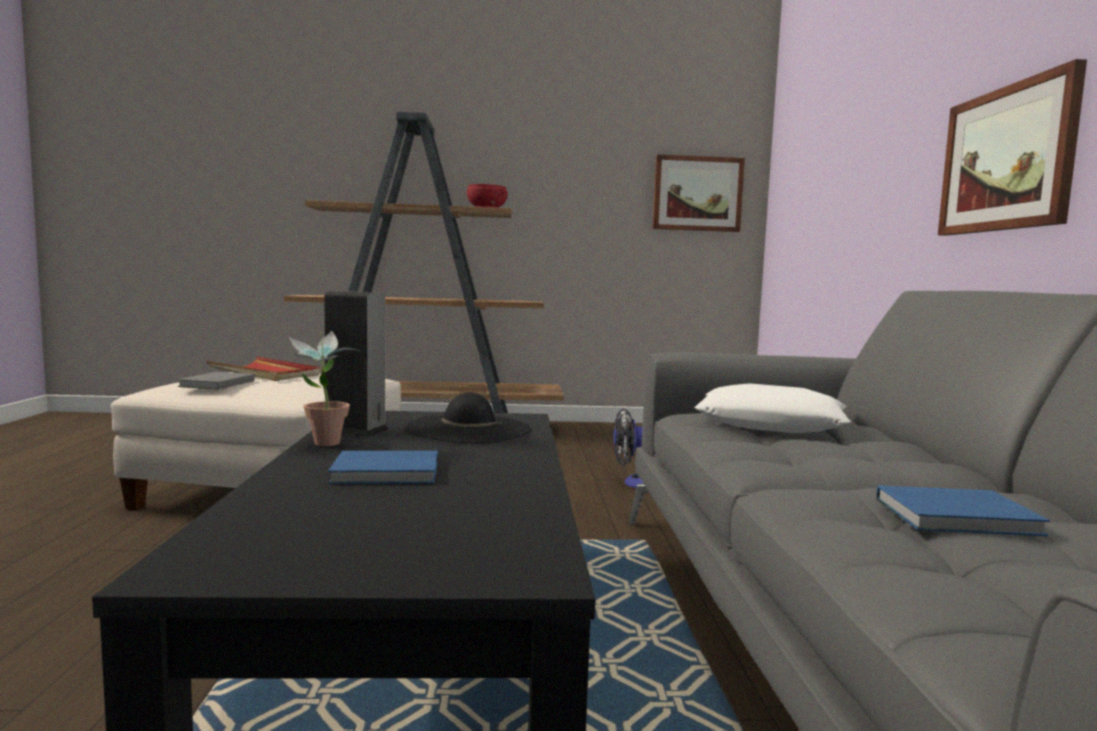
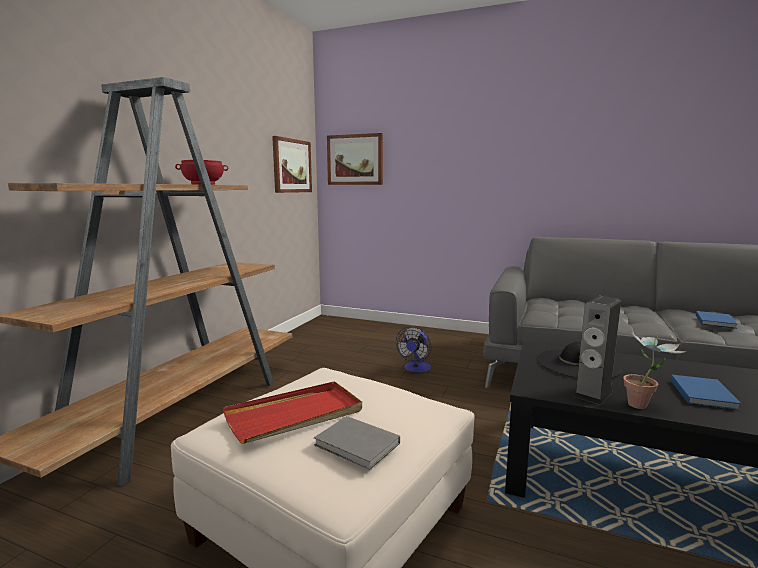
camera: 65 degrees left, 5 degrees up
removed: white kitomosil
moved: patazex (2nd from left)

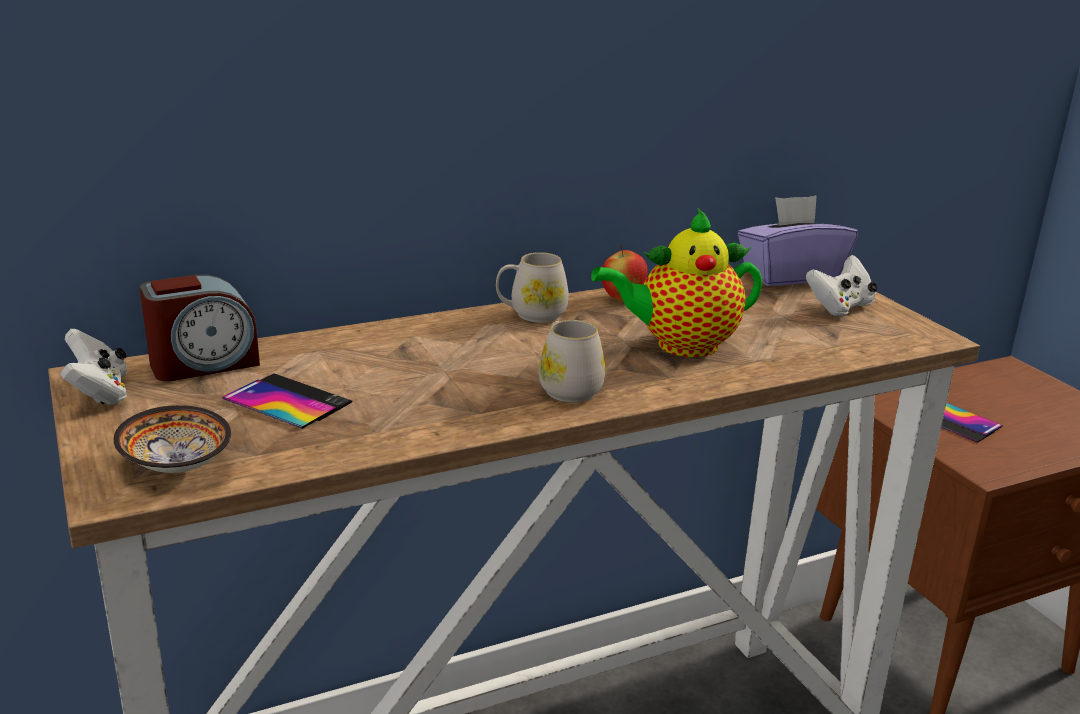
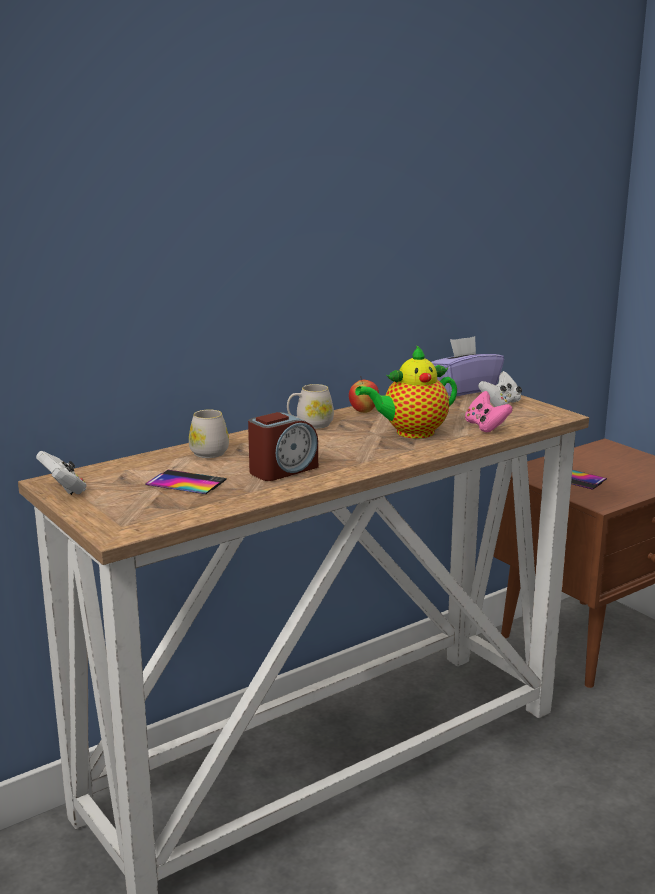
camera: 10 degrees left, 5 degrees down
removed: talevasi
added: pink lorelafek
moved: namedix; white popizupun (2nd from left in the first image) to white popizupun (1st from left)

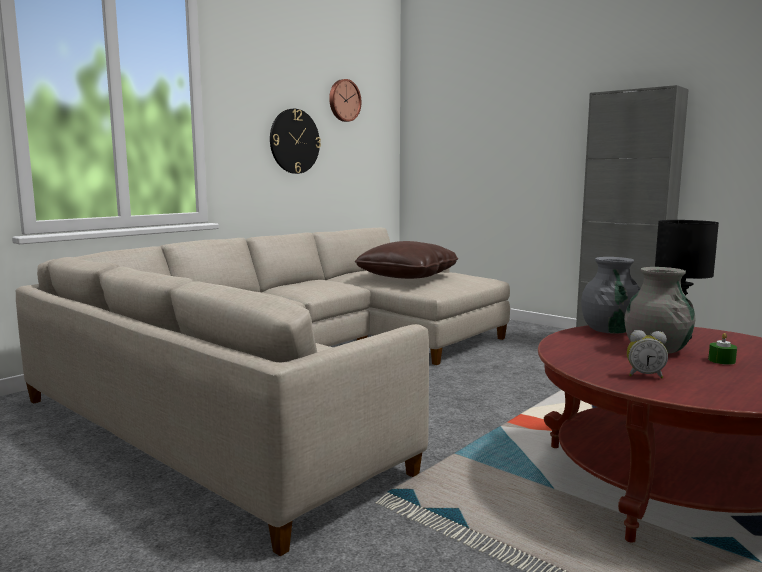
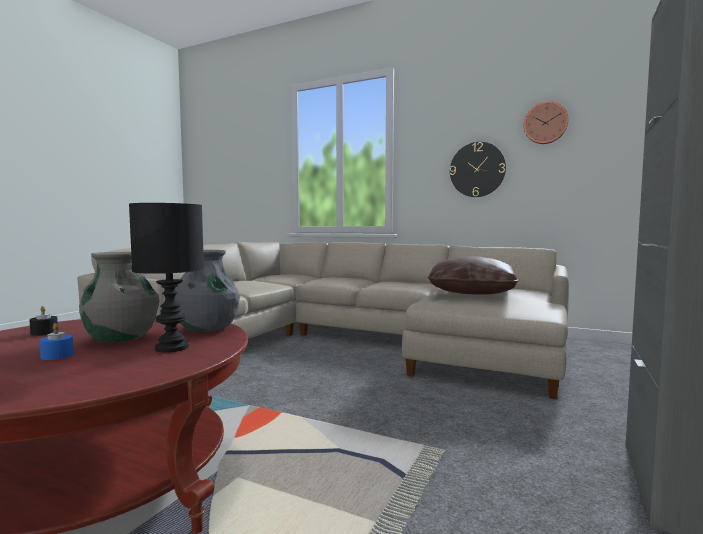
camera: 75 degrees right, 5 degrees down
replaced: namedix to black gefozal
recoloured: green gefozal to blue gefozal

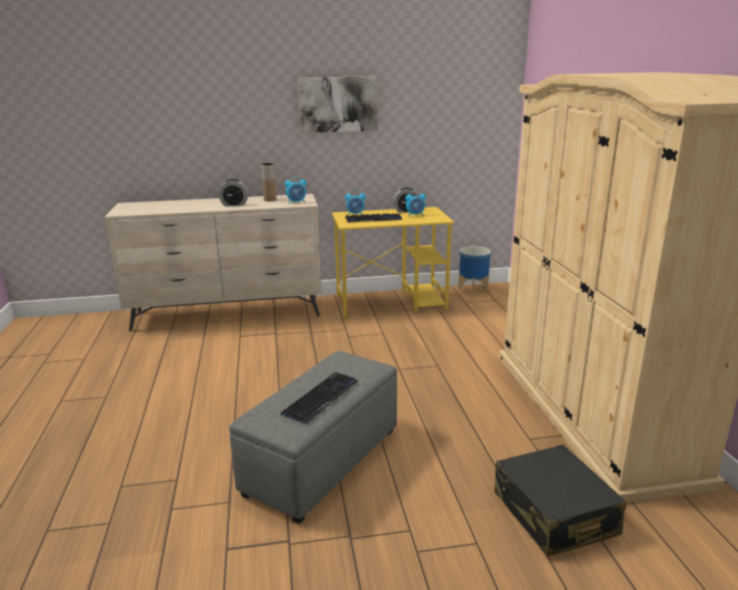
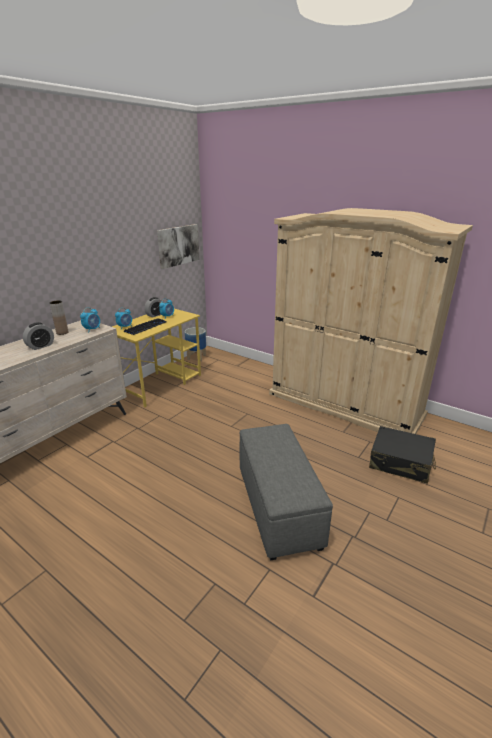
camera: 45 degrees left, 5 degrees up
removed: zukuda (1st from left)
moved: patazex

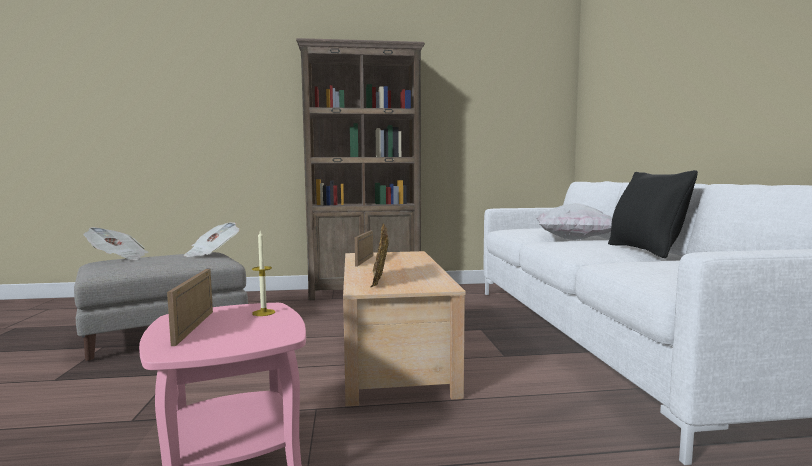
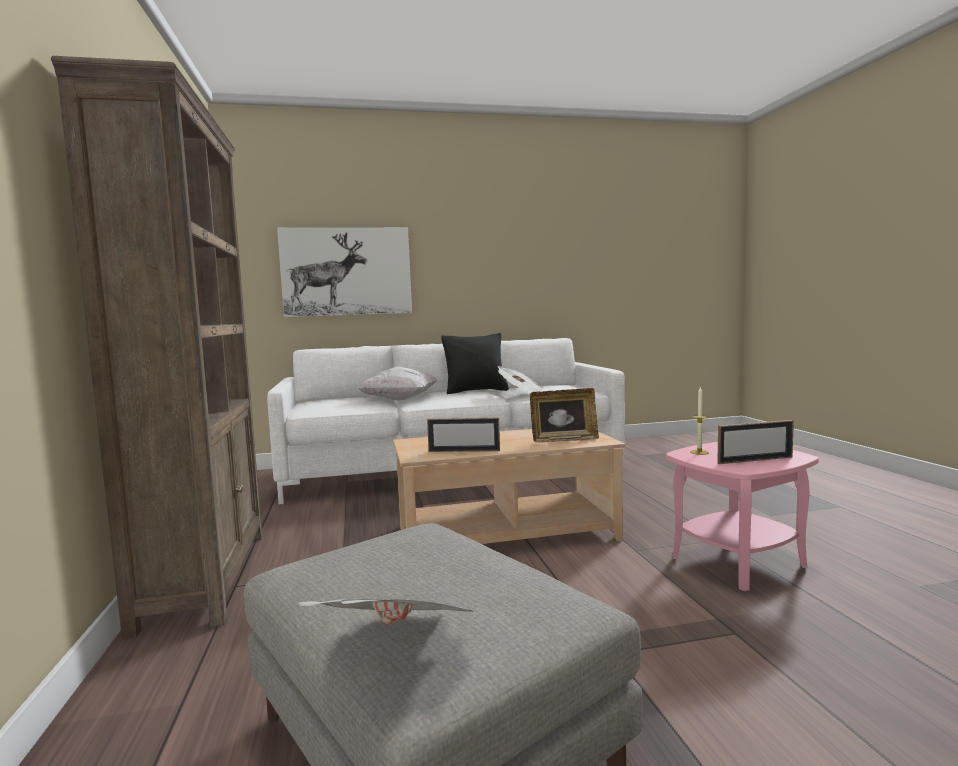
camera: 95 degrees left, 0 degrees up
added: patazex
moved: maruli (2nd from left)

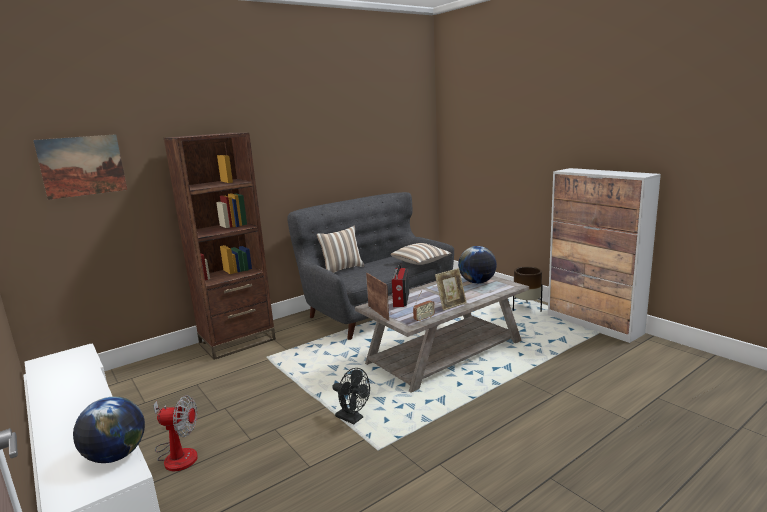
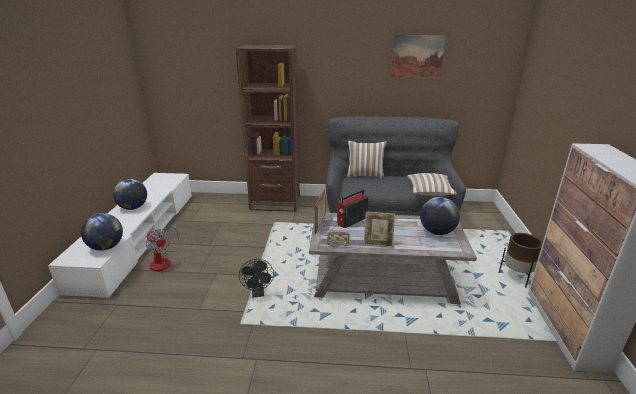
camera: 40 degrees right, 10 degrees up
added: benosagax (2nd from left)
moved: patazex

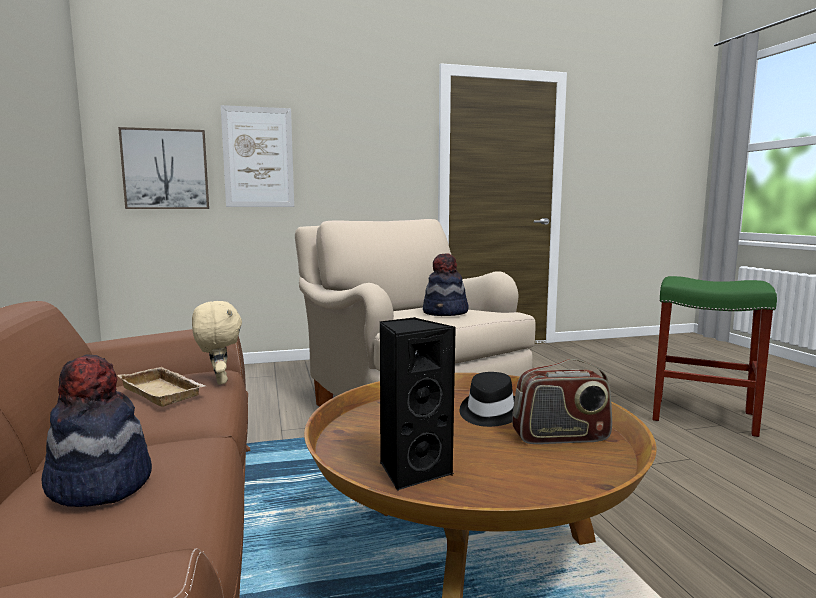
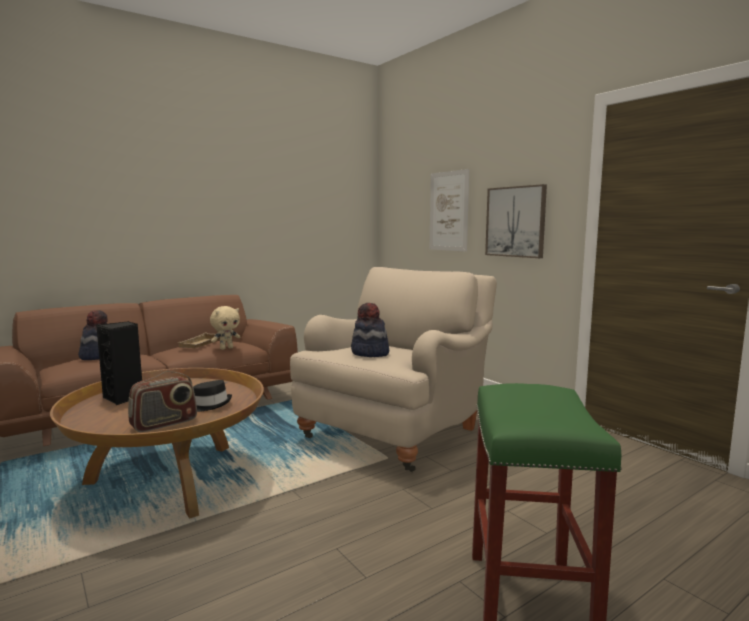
camera: 70 degrees right, 0 degrees up
moved: patazex (1st from left in the first image) to patazex (2nd from left)
turned: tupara 105 degrees counterclockwise

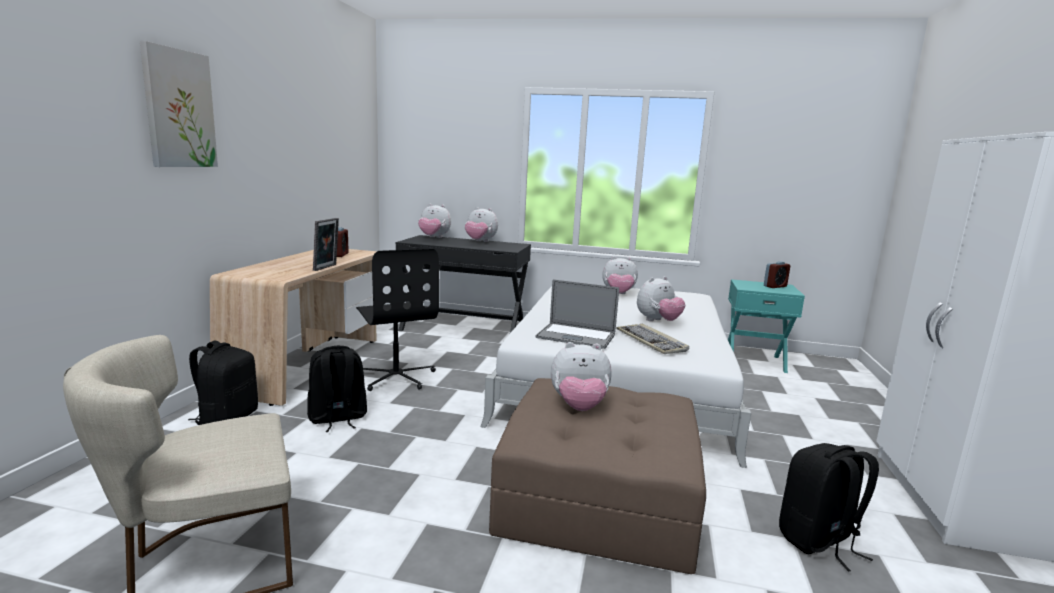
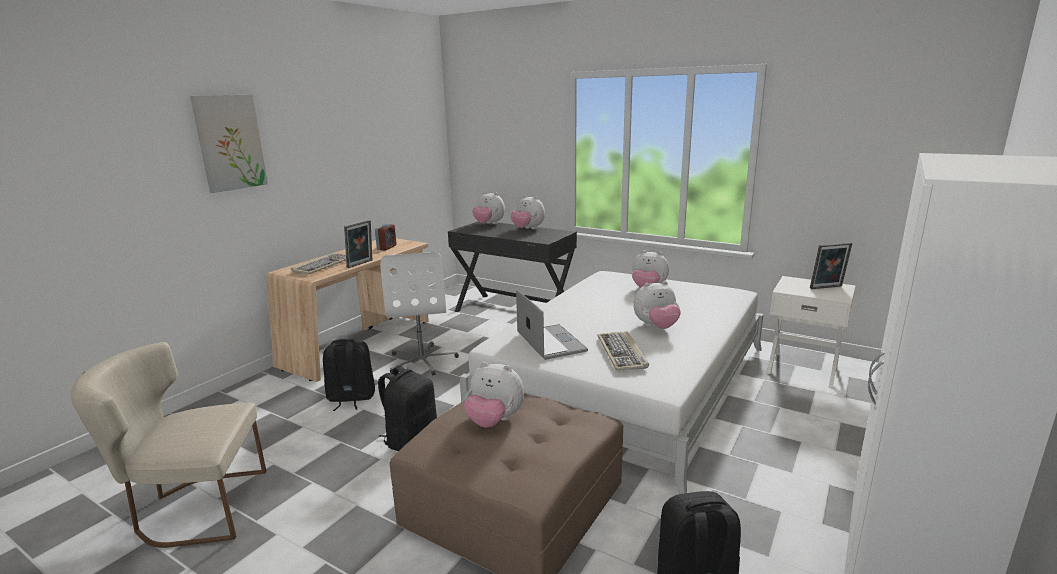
camera: 20 degrees right, 5 degrees up
added: zukuda (1st from left)
moved: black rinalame (1st from left in the first image) to black rinalame (2nd from left)
replaced: namedix (2nd from left) to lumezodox (2nd from left)
recoloured: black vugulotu to white vugulotu; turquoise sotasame to white sotasame
turned: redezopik 150 degrees counterclockwise

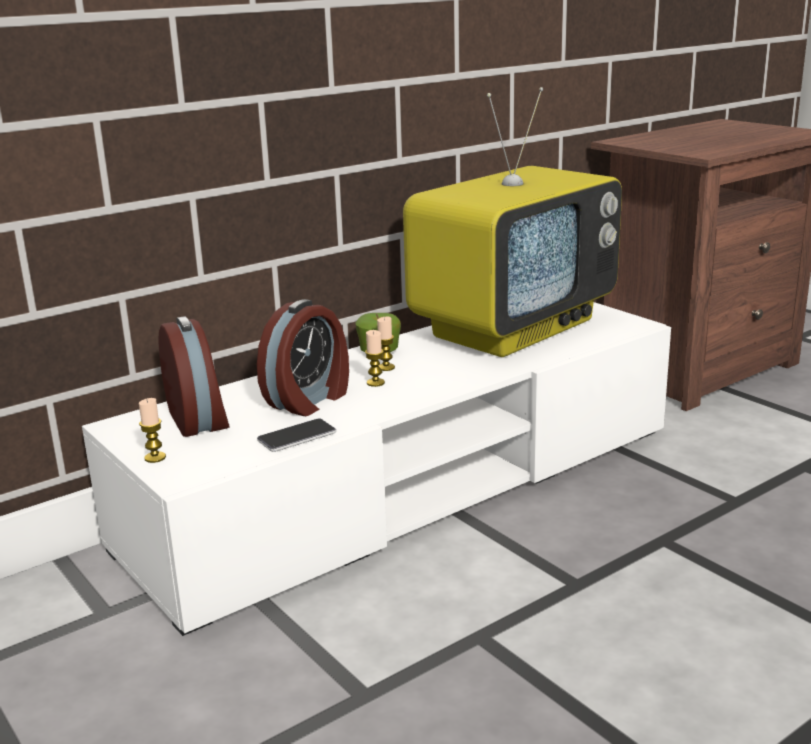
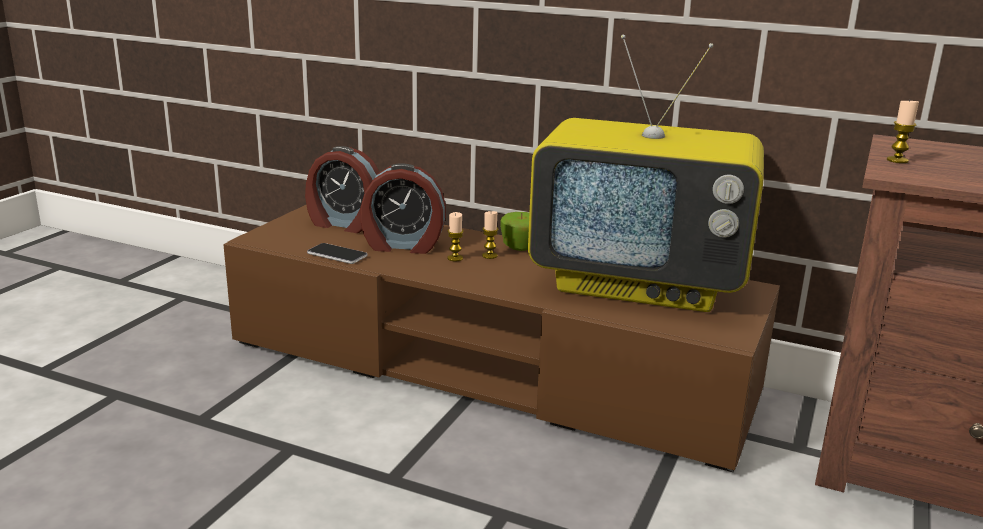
camera: 60 degrees right, 0 degrees up
moved: gefozal (1st from left in the first image) to gefozal (3rd from left)
recoloured: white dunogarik to brown dunogarik
turned: namedix (1st from left) 75 degrees clockwise

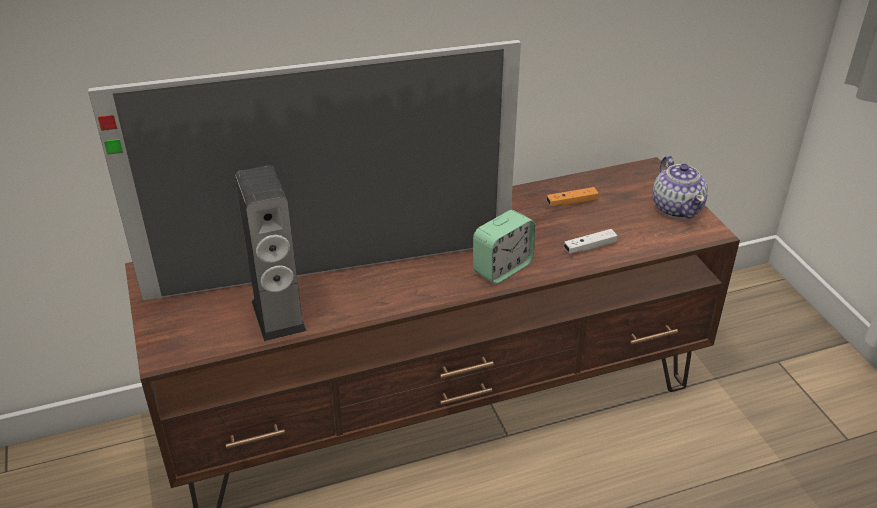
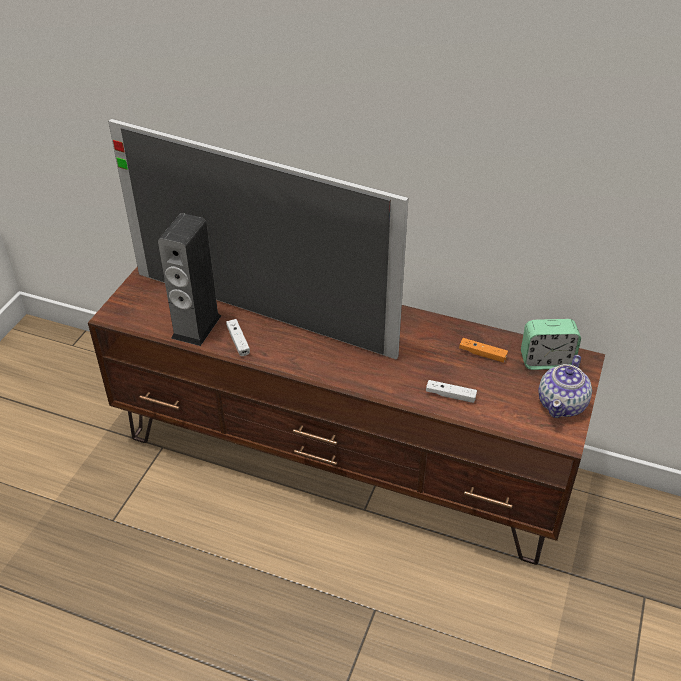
camera: 40 degrees right, 5 degrees up
added: white lorelafek (1st from left)
moved: namedix

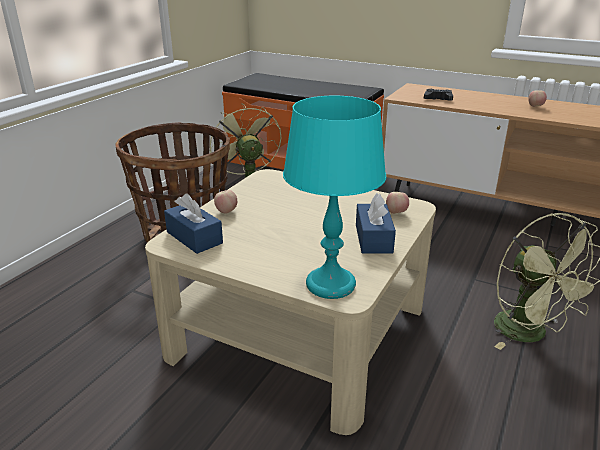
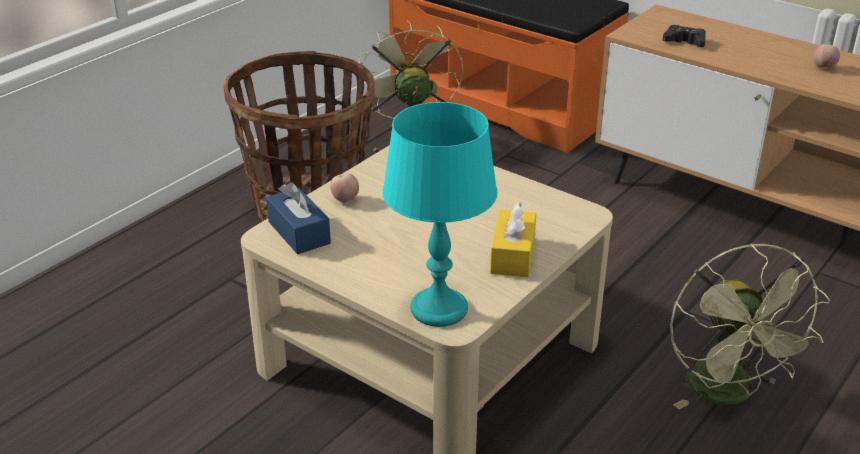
camera: 10 degrees right, 5 degrees up
removed: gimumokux (2nd from left)
recoloured: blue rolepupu (2nd from left) to yellow rolepupu

